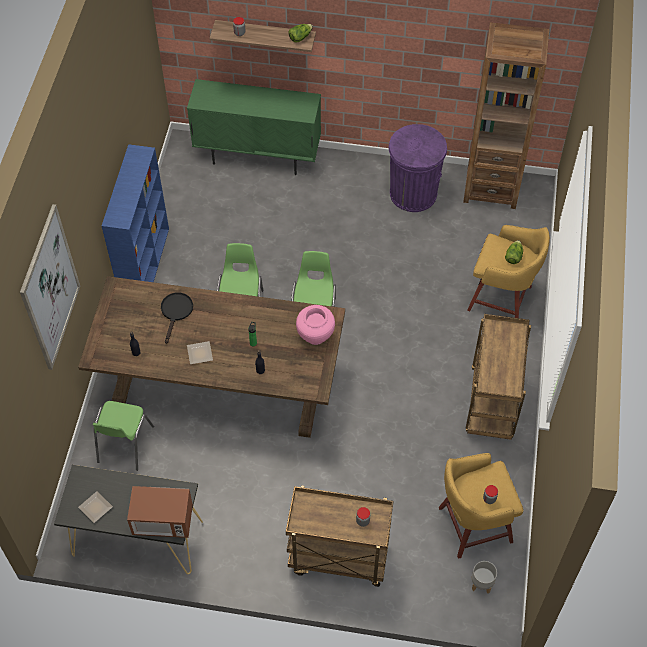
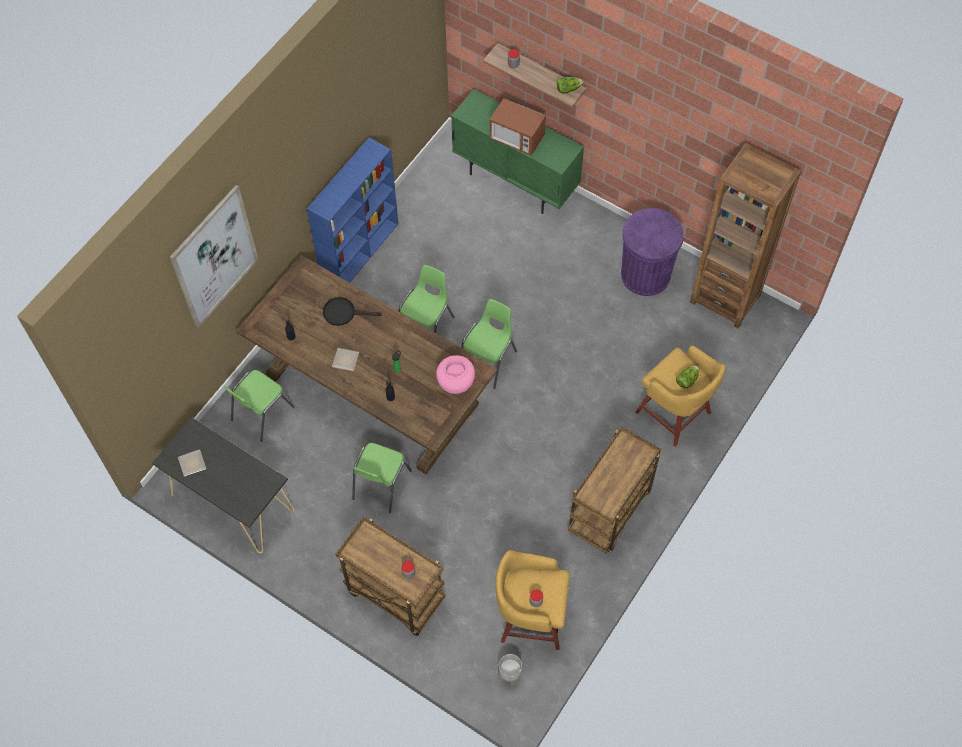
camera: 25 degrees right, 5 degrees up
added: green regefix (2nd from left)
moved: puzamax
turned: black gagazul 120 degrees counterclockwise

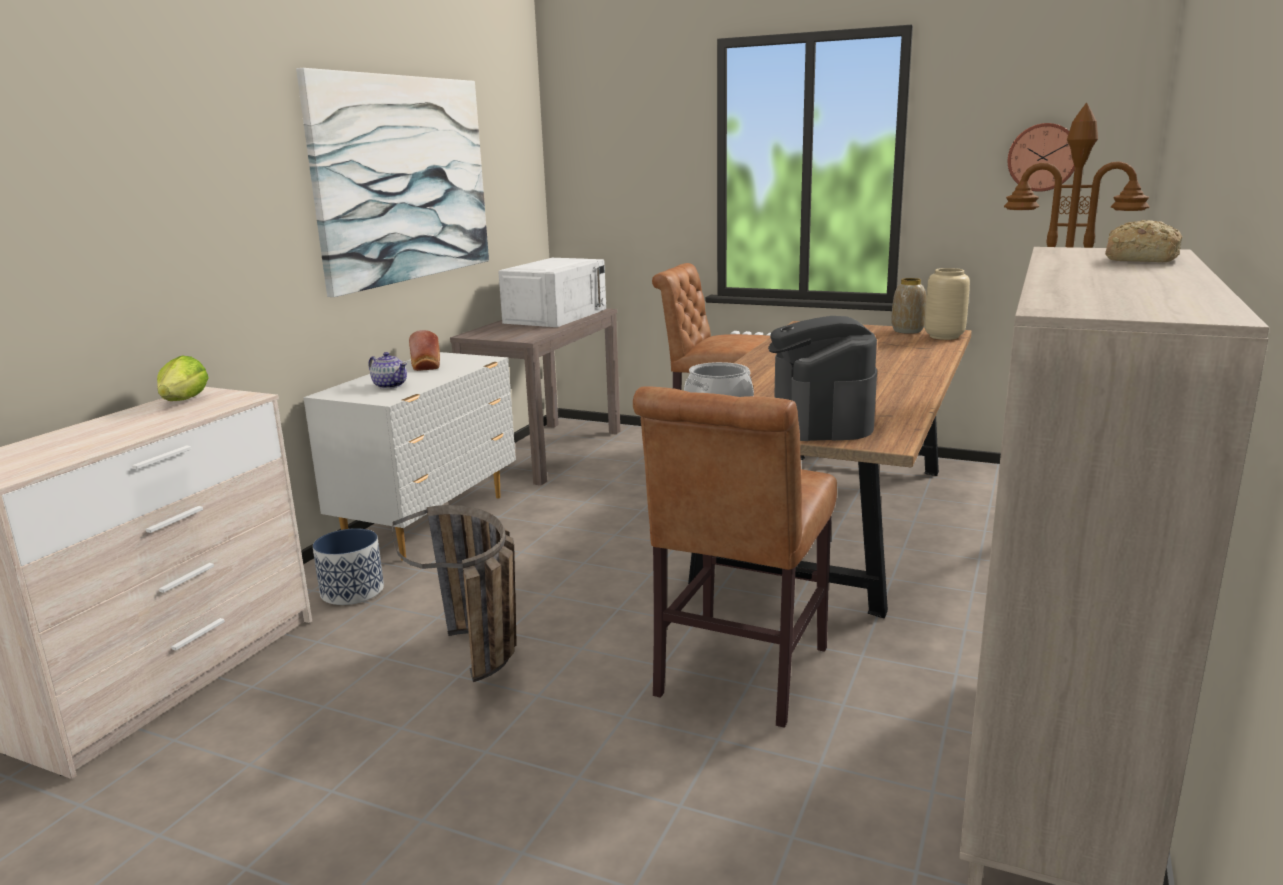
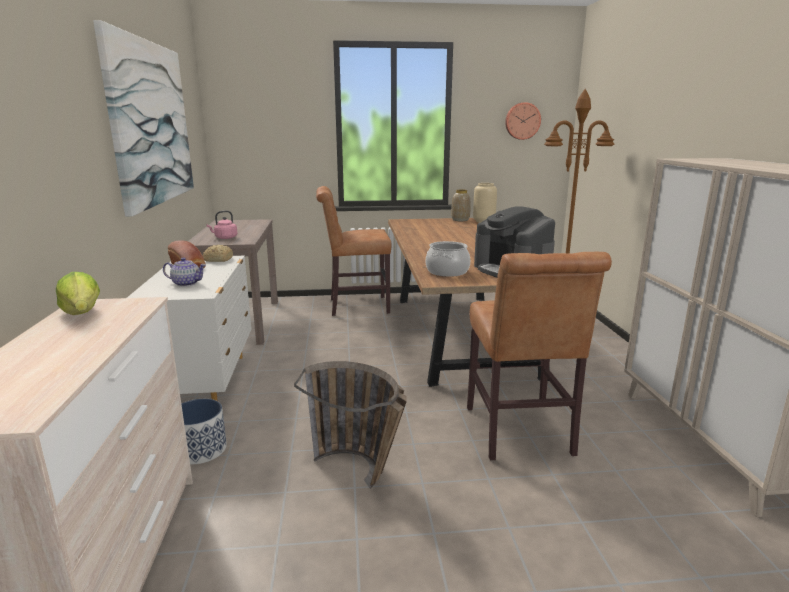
camera: 30 degrees left, 0 degrees up
removed: white puzamax
added: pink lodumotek
moved: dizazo (2nd from left)

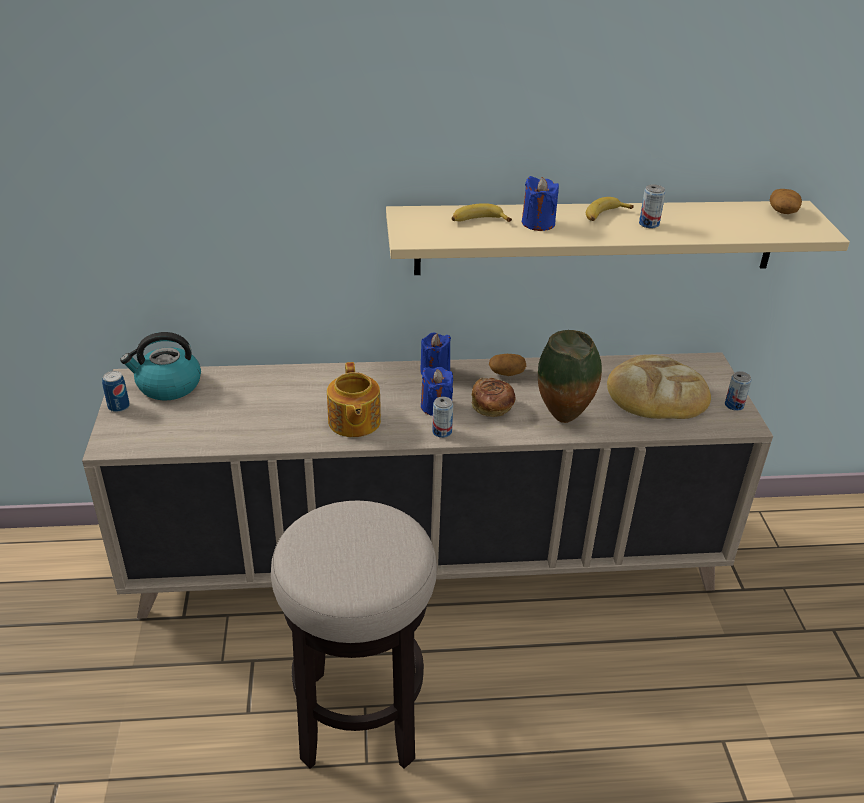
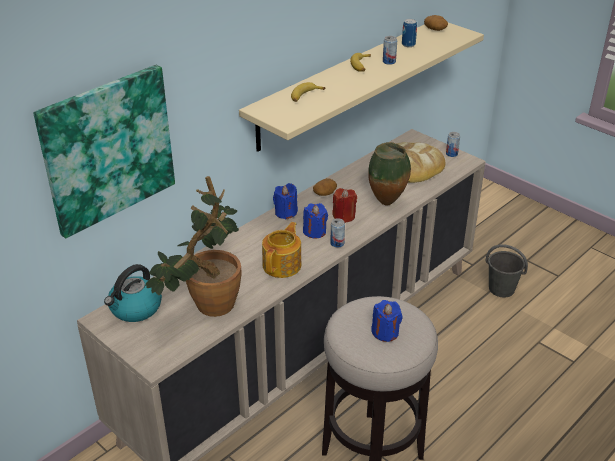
camera: 40 degrees left, 0 degrees up
added: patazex; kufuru; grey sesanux
moved: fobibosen (1st from left in the first image) to fobibosen (3rd from left); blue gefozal (3rd from left)
replaced: dizazo (1st from left) to red gefozal
turned: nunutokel 105 degrees counterclockwise

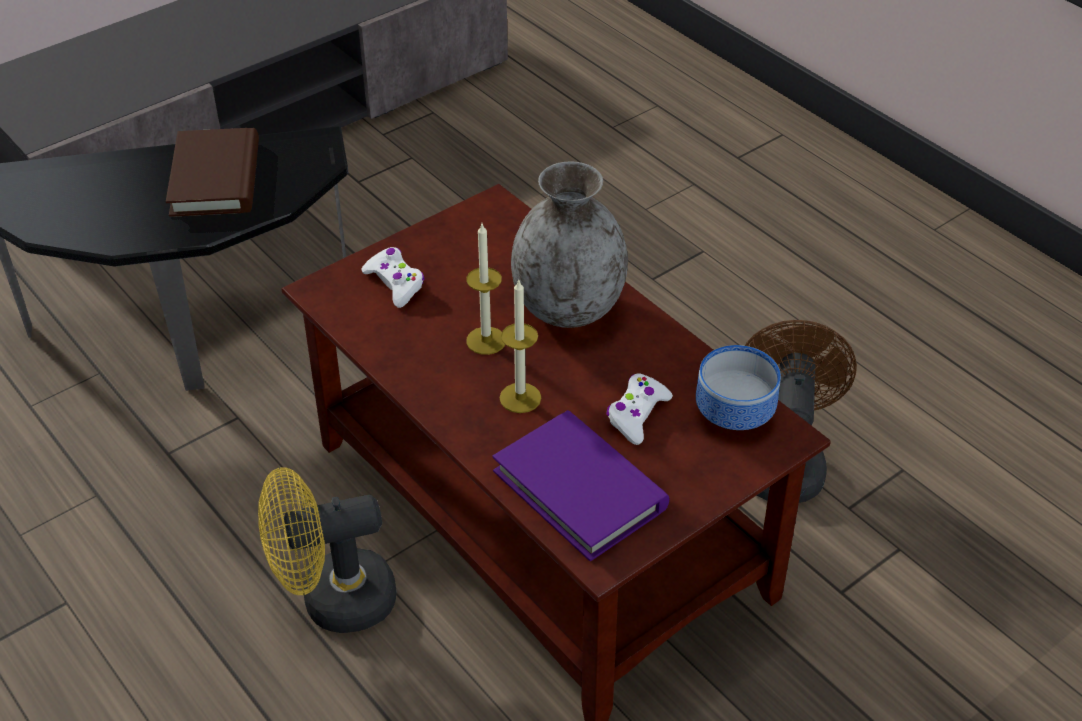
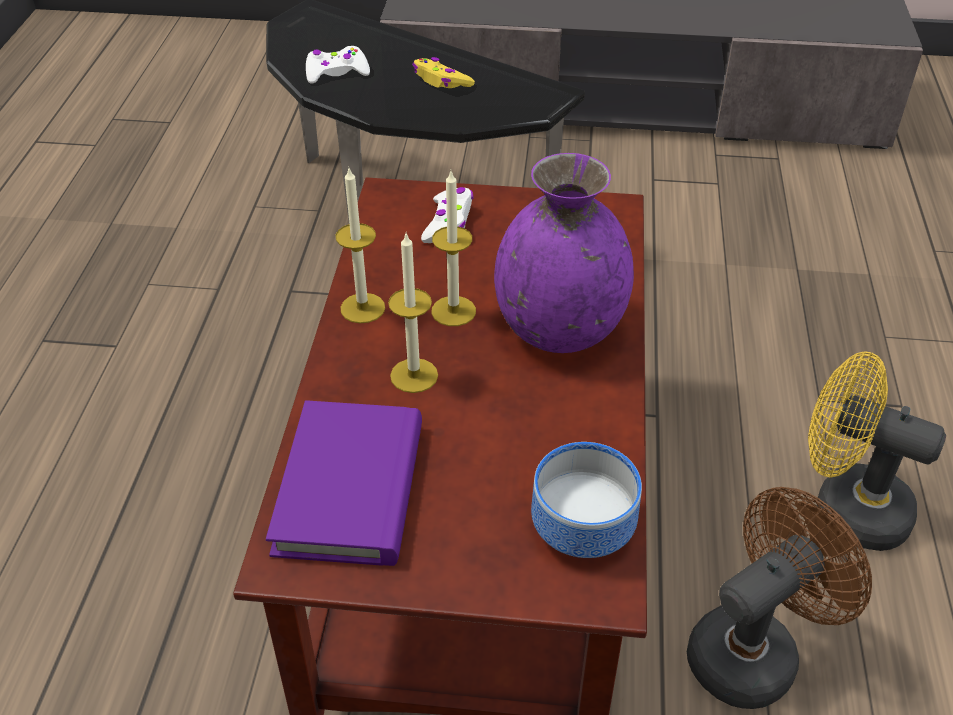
camera: 45 degrees right, 0 degrees up
added: gefozal (1st from left)
moved: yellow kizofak; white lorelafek (2nd from left in the first image) to white lorelafek (1st from left)
replaced: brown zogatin to yellow lorelafek
recoloured: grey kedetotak to purple kedetotak

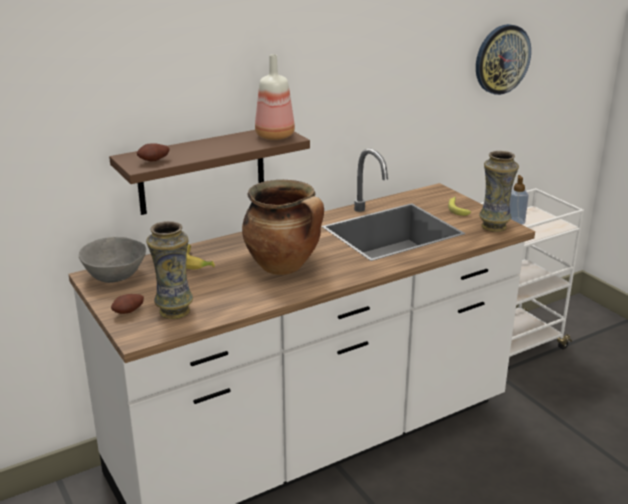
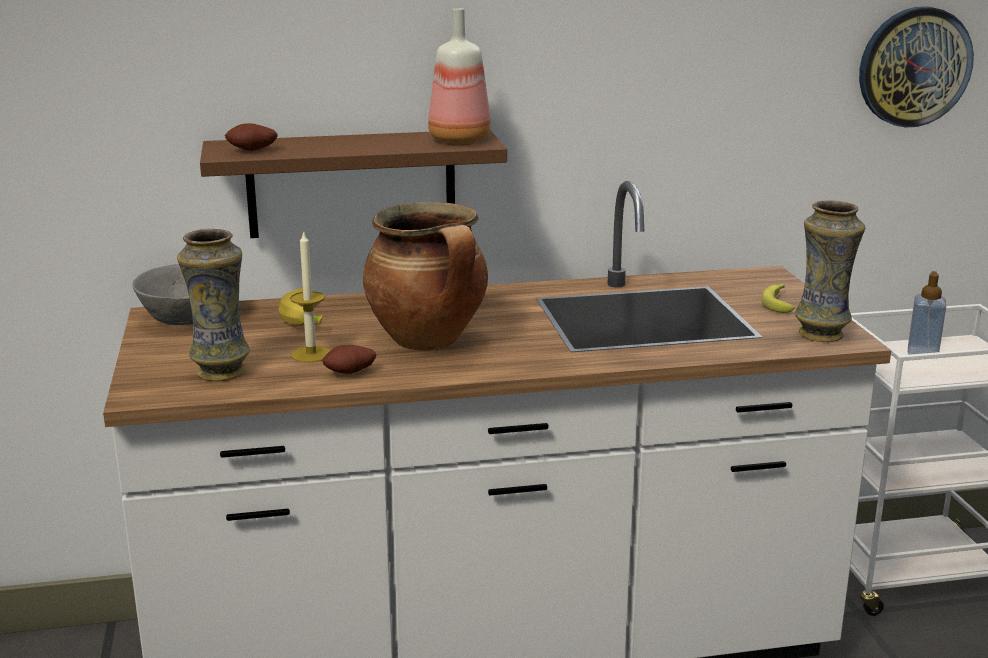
camera: 20 degrees right, 5 degrees down
added: gefozal
moved: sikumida (1st from left in the first image) to sikumida (2nd from left)

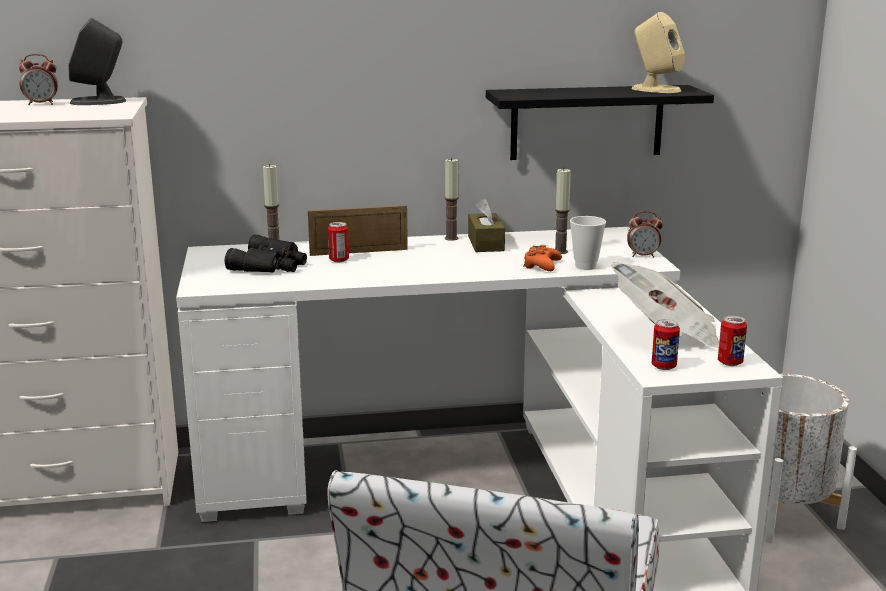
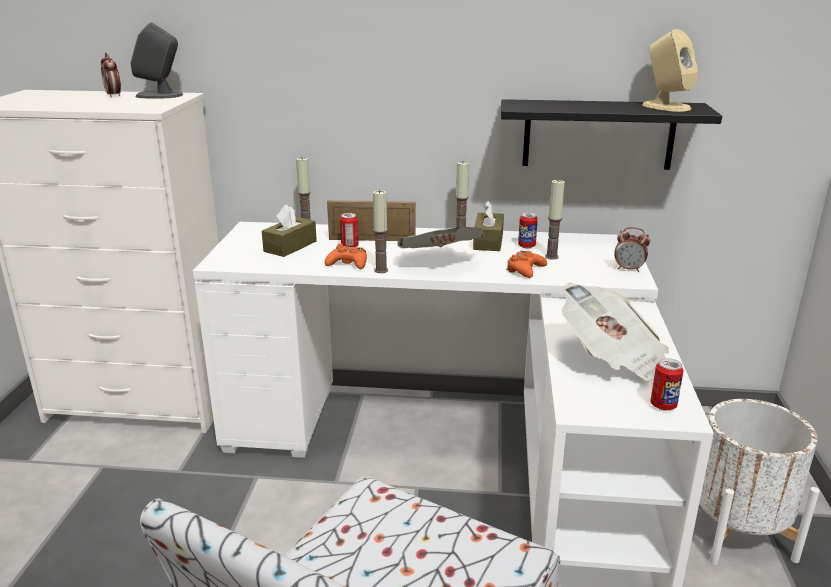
camera: 15 degrees right, 5 degrees up
removed: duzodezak
added: orange lorelafek (1st from left); gefozal (2nd from left); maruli (1st from left)
moved: fobibosen (2nd from left)
replaced: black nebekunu to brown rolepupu (1st from left)
turned: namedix (1st from left) 60 degrees clockwise

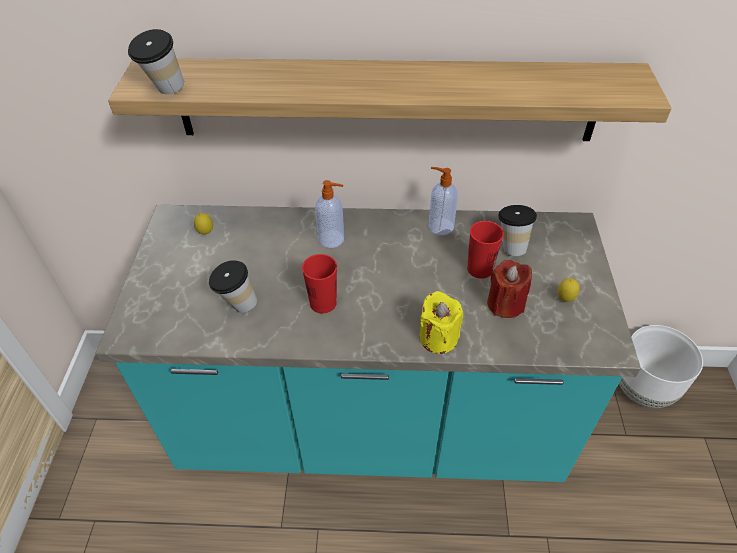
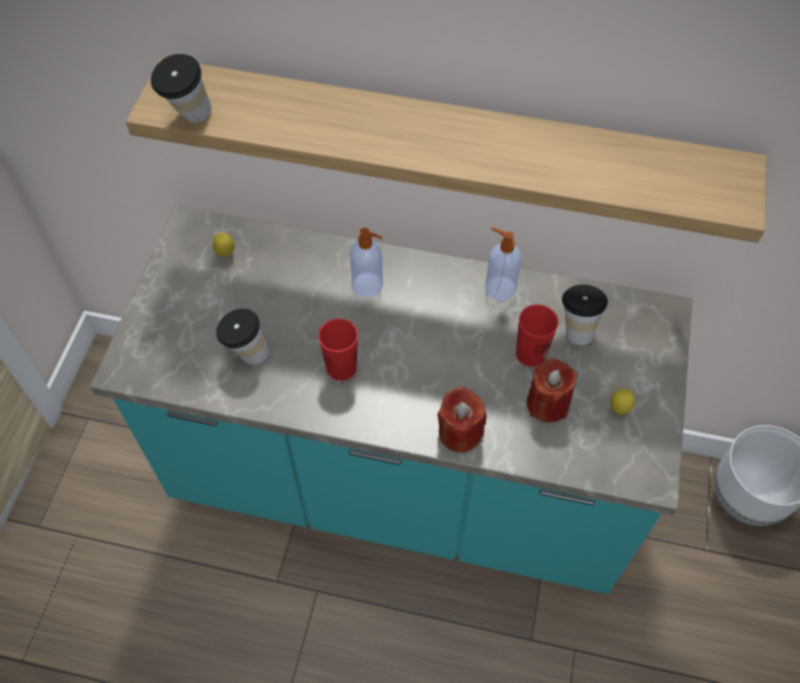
camera: 10 degrees right, 10 degrees up
recoloured: yellow gefozal to red gefozal (1st from left)

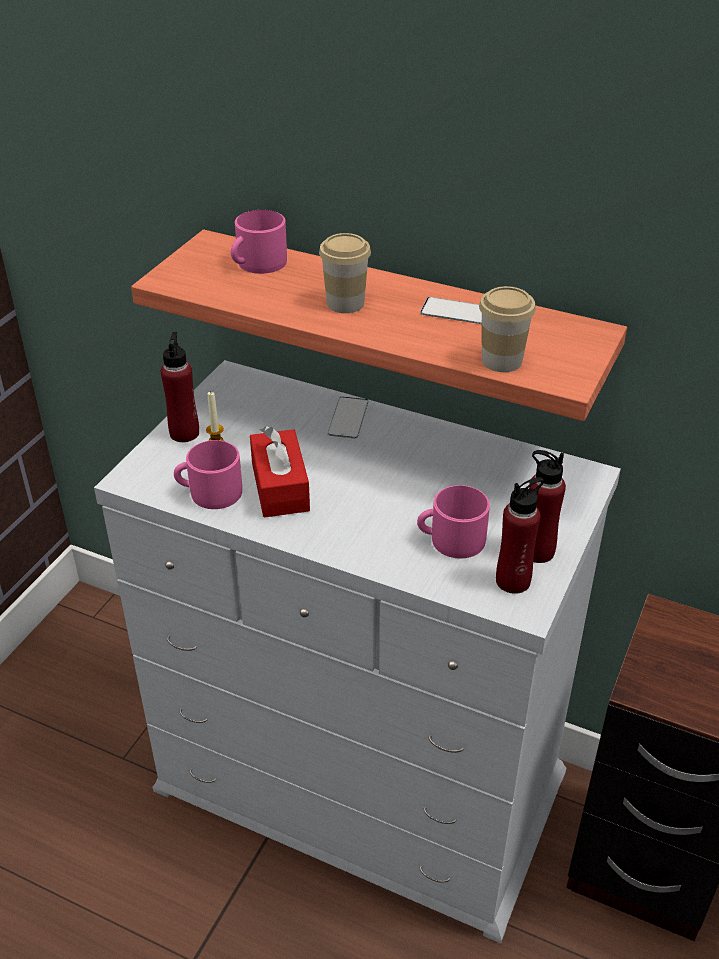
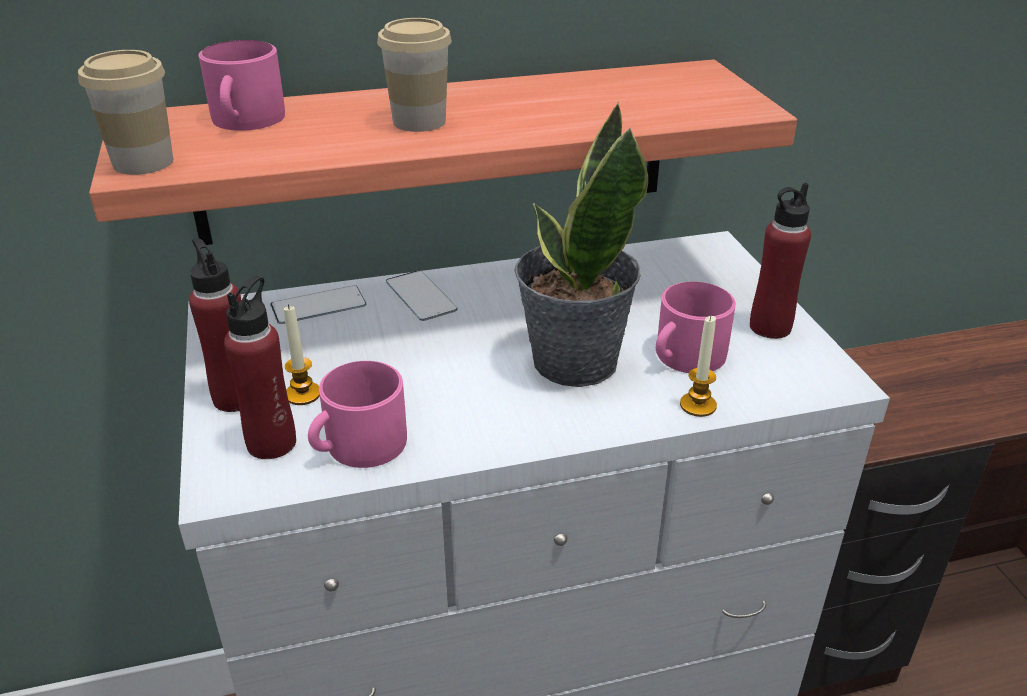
camera: 40 degrees left, 5 degrees down
removed: red rolepupu
added: kufuru; gefozal (2nd from left)
moved: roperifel (2nd from left in the first image) to roperifel (1st from left); duzodezak (2nd from left in the first image) to duzodezak (1st from left); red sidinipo (2nd from left)

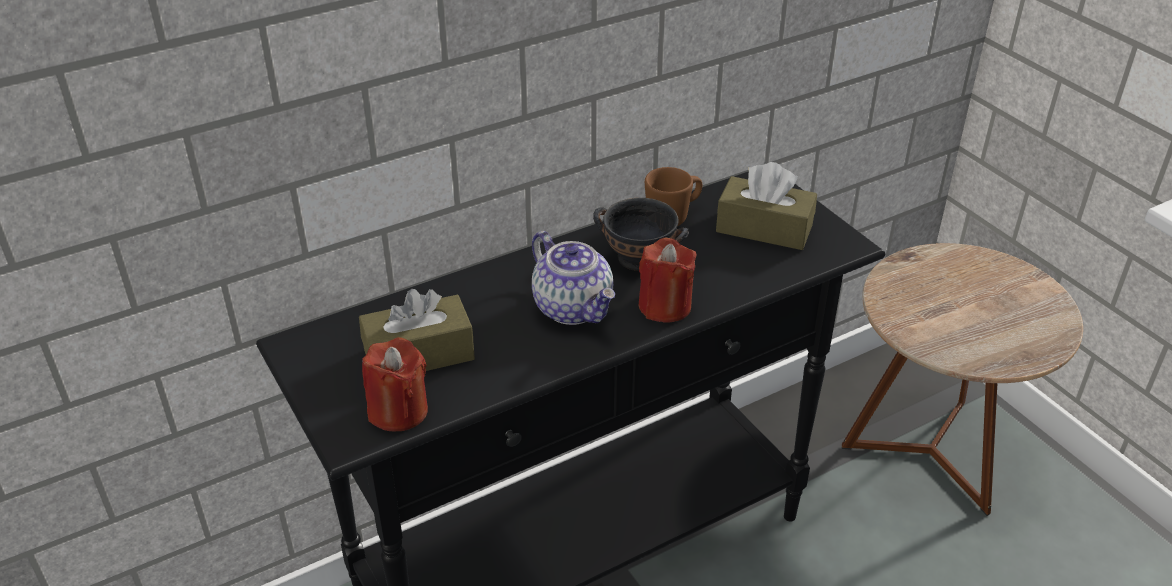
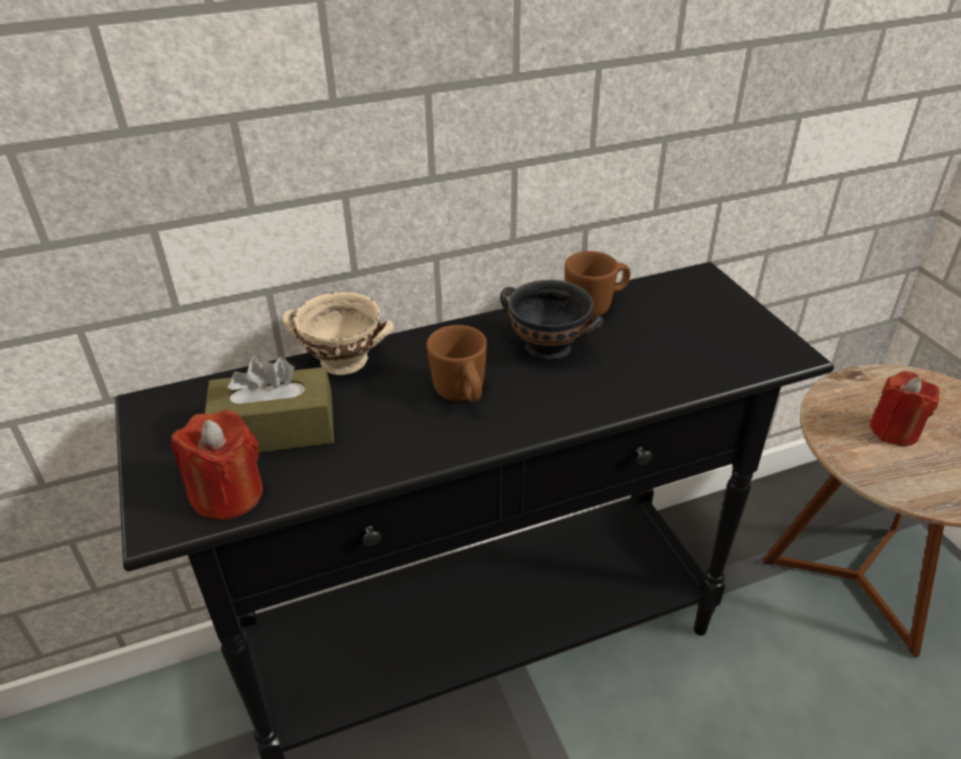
camera: 10 degrees right, 0 degrees up
removed: brown rolepupu (2nd from left)
added: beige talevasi
moved: red gefozal (2nd from left)
replaced: nunutokel to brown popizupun (1st from left)

